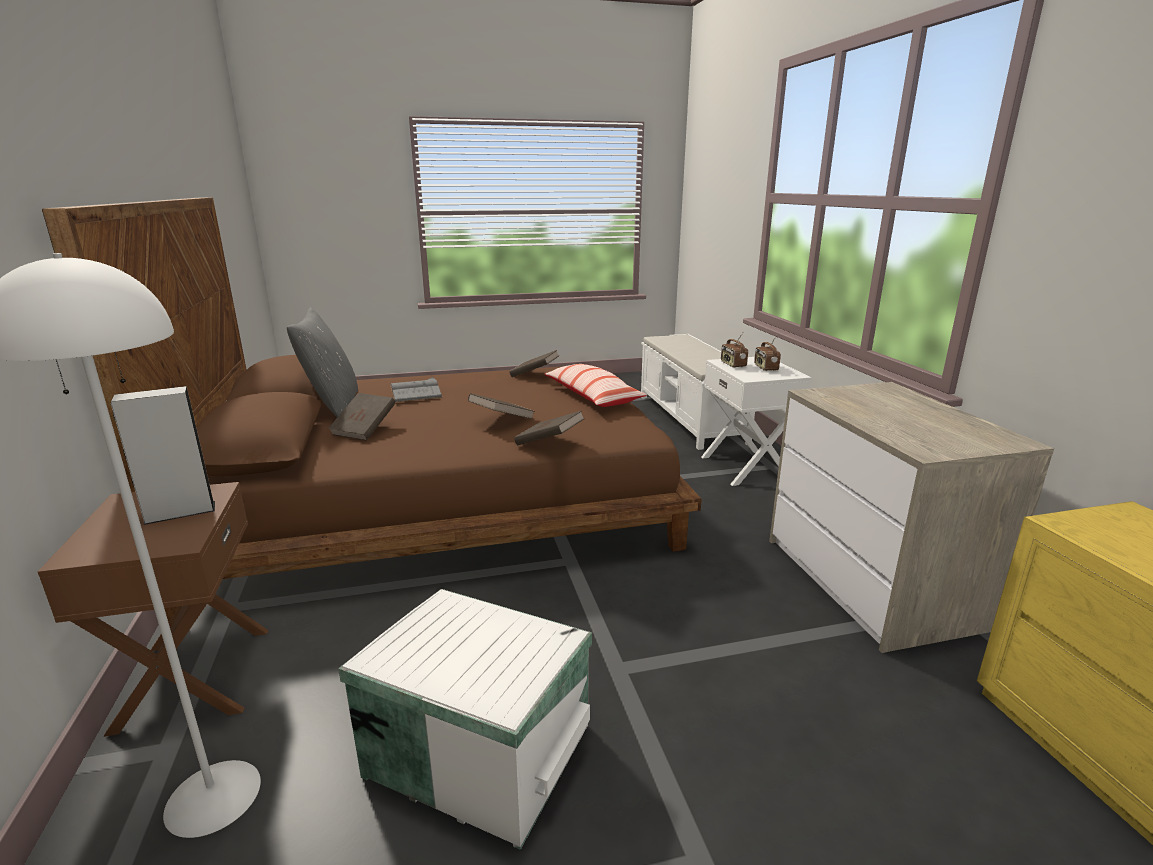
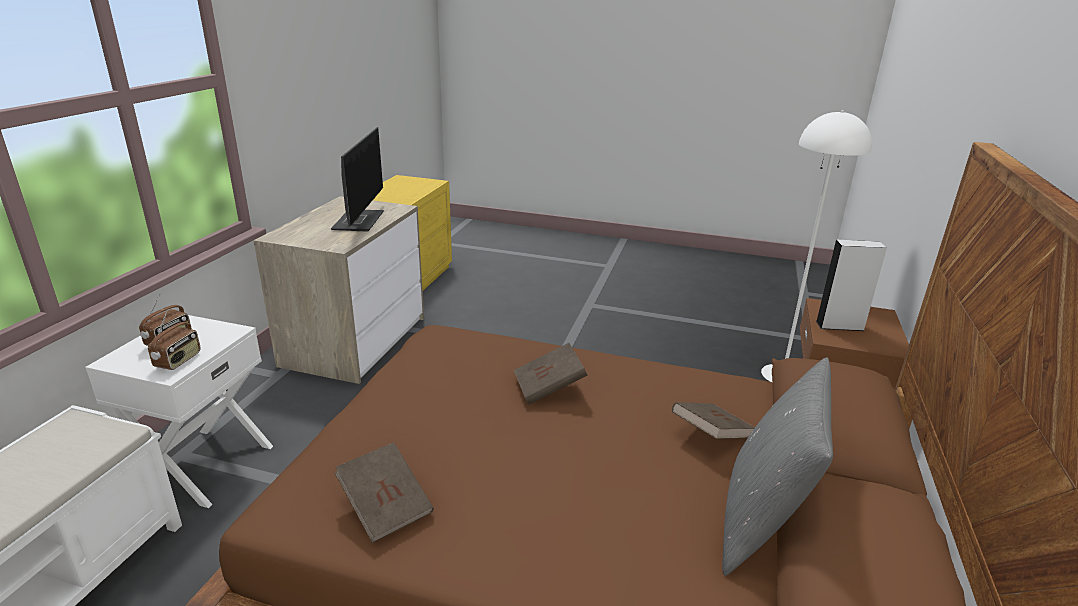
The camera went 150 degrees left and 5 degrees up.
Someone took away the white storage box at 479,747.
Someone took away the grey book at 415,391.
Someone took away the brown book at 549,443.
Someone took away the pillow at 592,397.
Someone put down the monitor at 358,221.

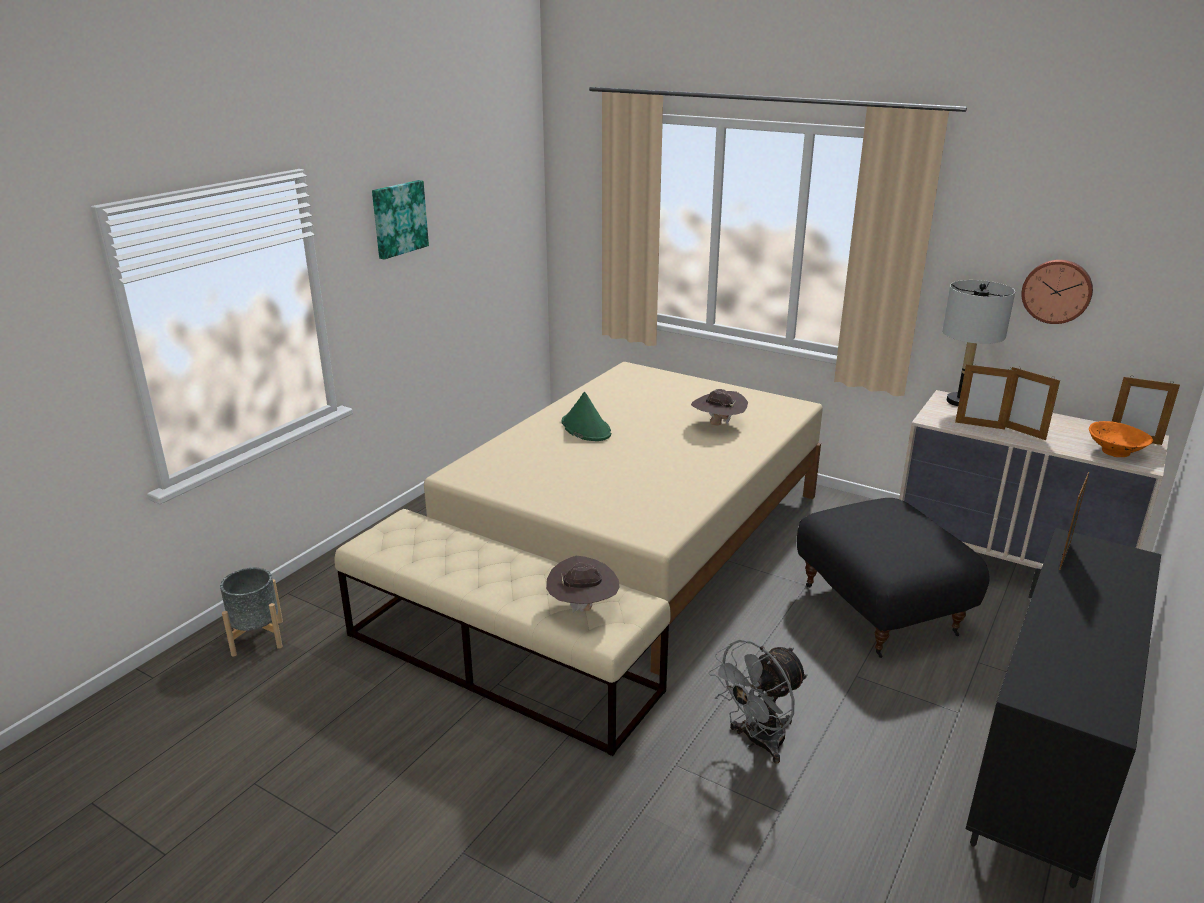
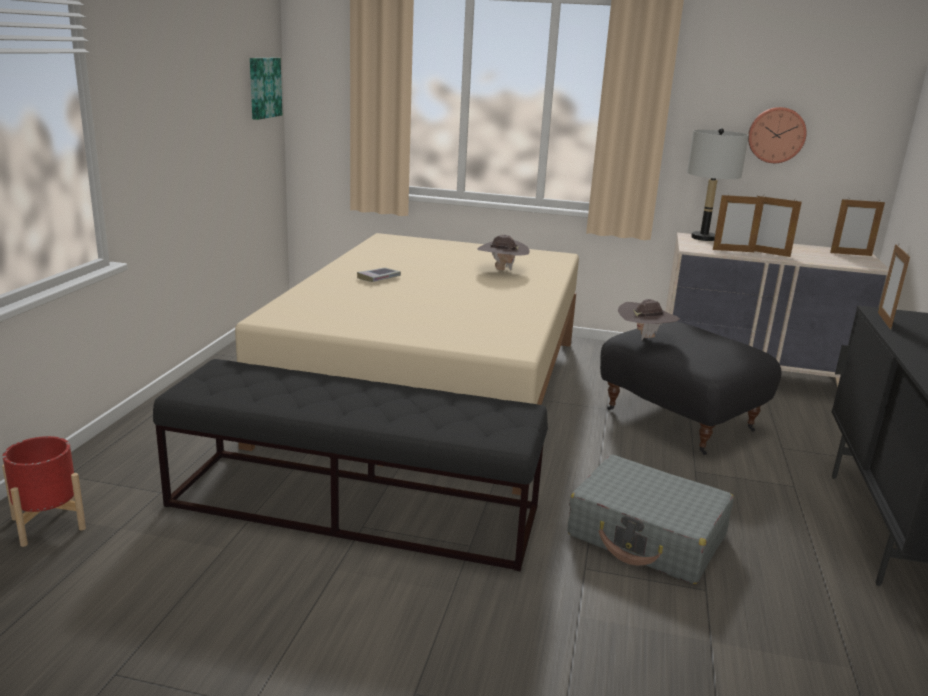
The camera went 20 degrees left and 5 degrees down.
Someone repainted the grey planter at 258,638, which became the red planter at 49,523.
Someone repainted the beige bench at 501,662, which became the black bench at 355,507.
Someone carried the picture from 398,218 to 263,87.
Someone carried the brown hat from 583,607 to 645,337.
Someone swapped the green hat at 585,428 for the book at 379,278.
Someone swapped the grey fan at 757,742 for the grey suitcase at 647,536.
Someone took away the orange bowl at 1114,452.

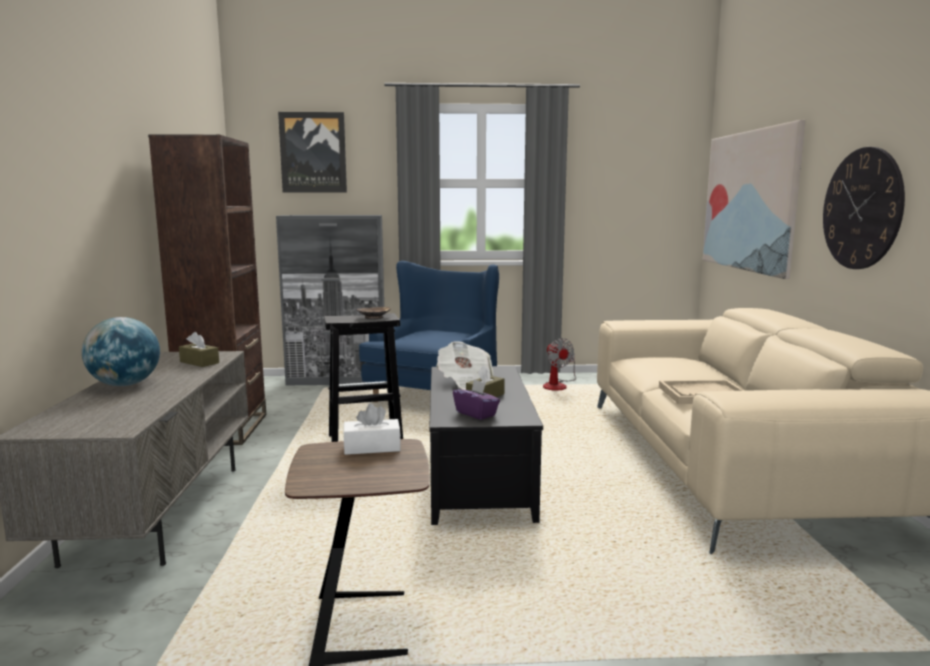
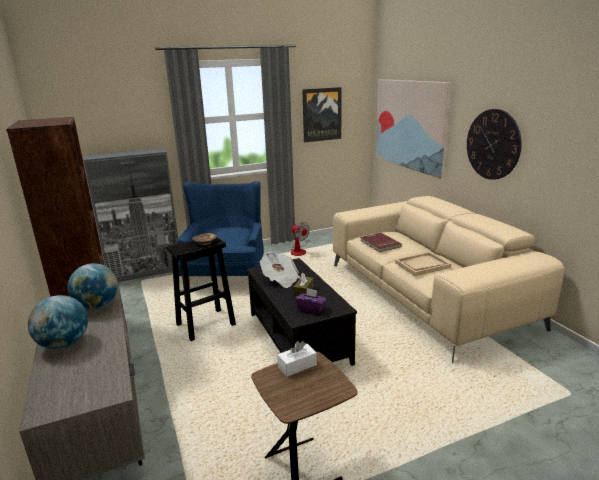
The camera went 20 degrees left and 10 degrees up.
Someone swapped the brown tissue box at 199,362 for the globe at 97,306.
Someone carried the picture from 313,152 to 321,114.
Someone put down the red book at 379,244.

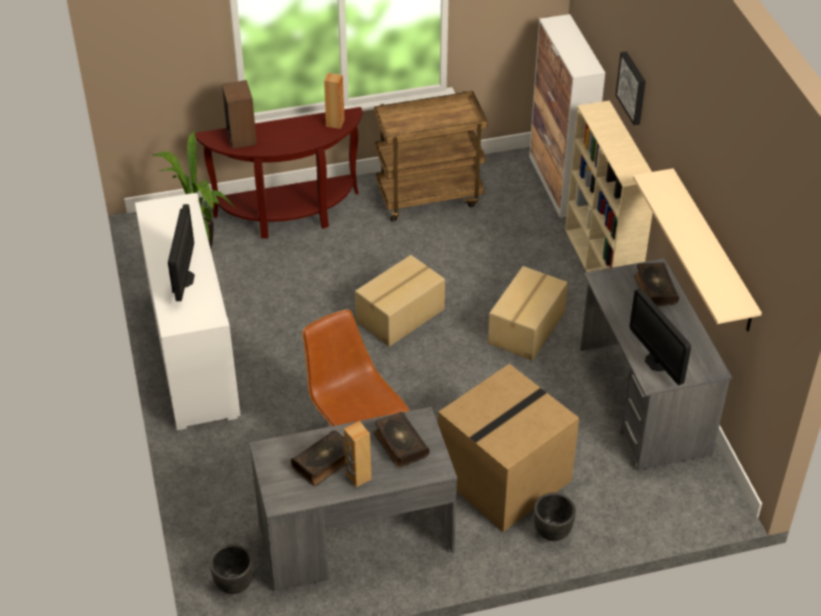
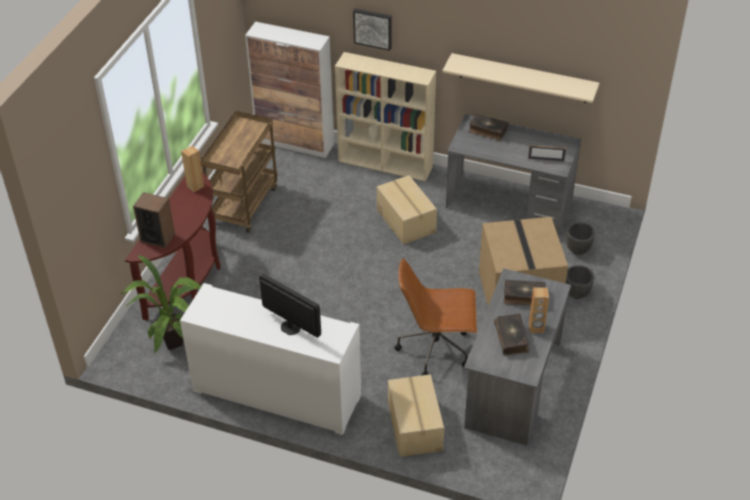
The camera went 55 degrees left and 0 degrees up.
Someone carried the black planter from 234,584 to 578,250.
Someone carried the cardboard box from 401,315 to 415,426.
Someone swapped the monitor at 657,362 for the picture frame at 546,159.

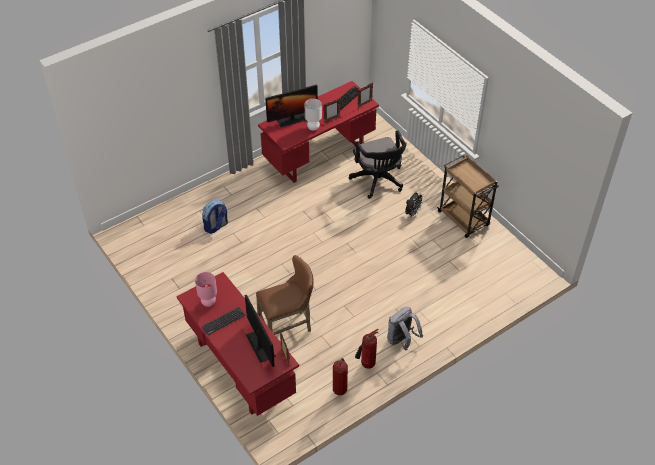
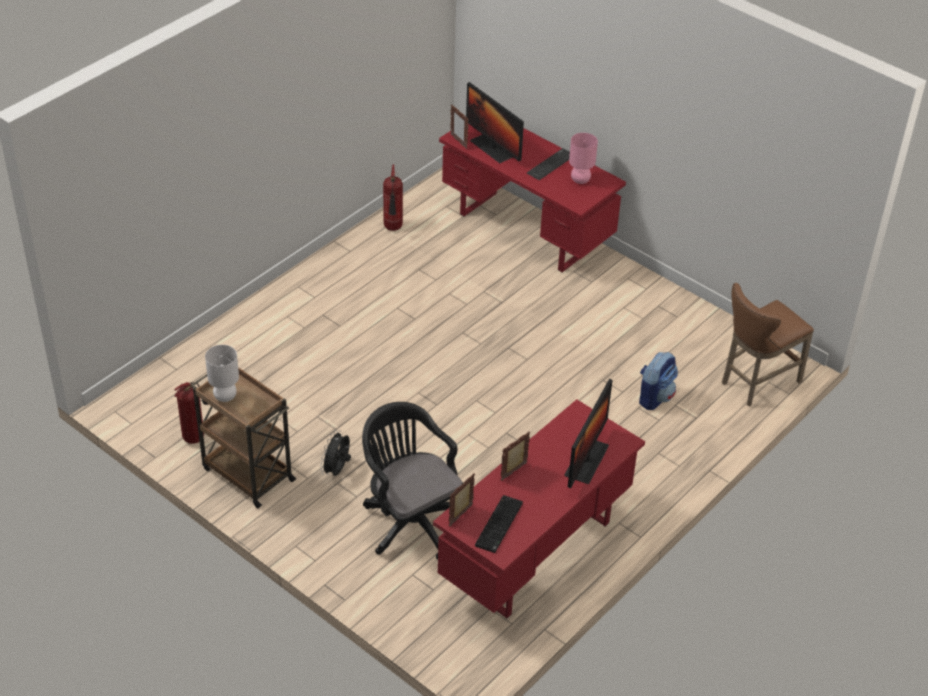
The camera went 165 degrees right and 5 degrees down.
Someone carried the brown stool from 288,327 to 756,382.
Someone rotated the monitor at 292,119 by 150 degrees clockwise.
Someone carried the white table lamp from 313,127 to 225,396.
Someone carried the fire extinguisher from 366,365 to 195,436.
Someone took away the grey backpack at 401,340.

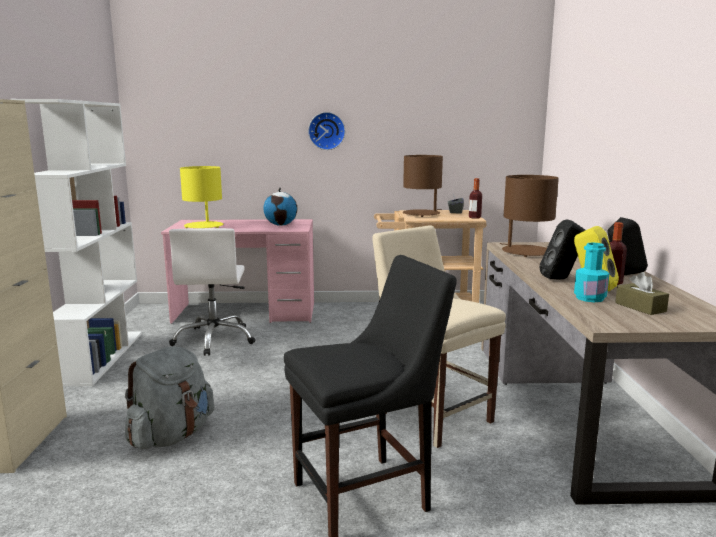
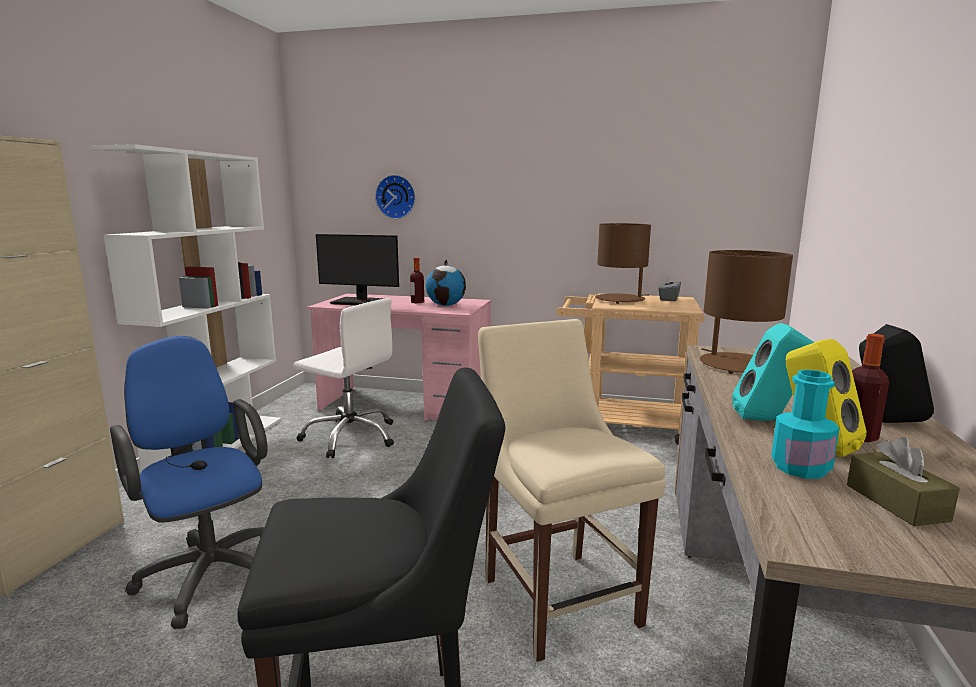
The camera went 15 degrees right and 0 degrees up.
Someone swapped the grey backpack at 172,436 for the blue office chair at 210,571.
Someone rotated the white office chair at 215,339 by 75 degrees counterclockwise.
Someone swapped the yellow table lamp at 204,226 for the monitor at 360,302.
Someone carried the wall clock from 326,131 to 396,197.
Someone carried the bottle from 474,217 to 417,302.
Someone repainted the black speaker at 561,279, which became the turquoise speaker at 768,420.

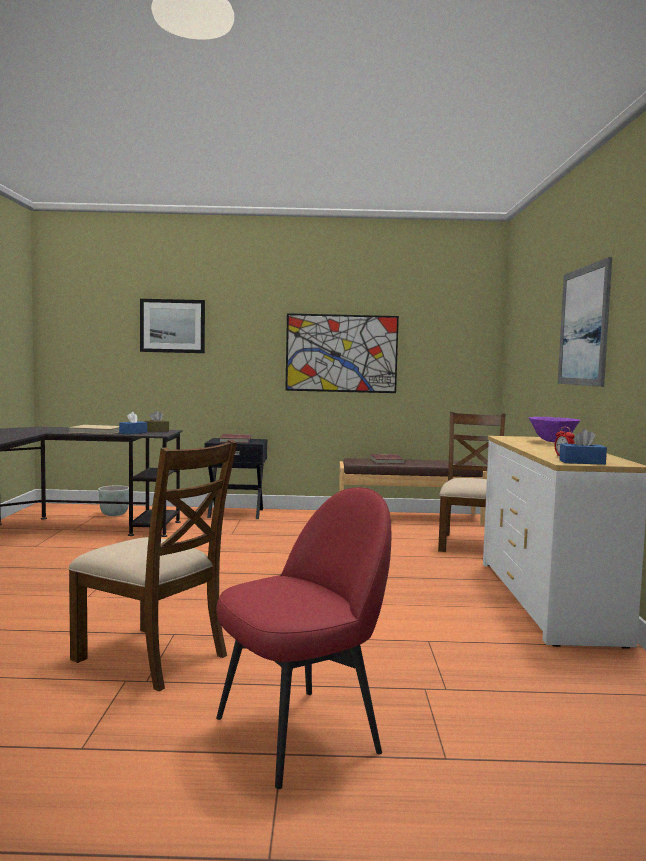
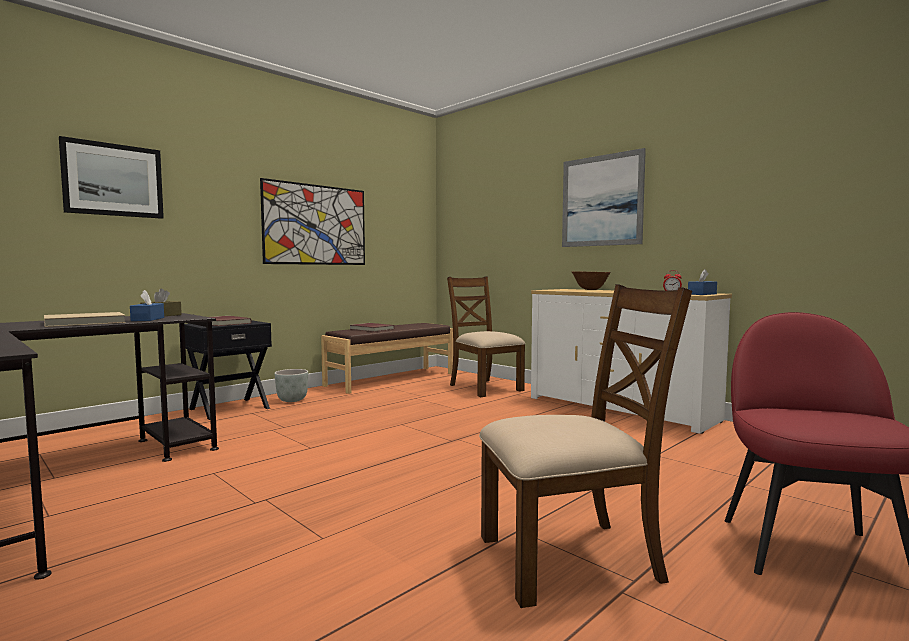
The camera went 45 degrees left and 0 degrees up.
Someone carried the grey planter from 114,514 to 292,400.
Someone repainted the purple bowl at 552,442, which became the brown bowl at 590,290.

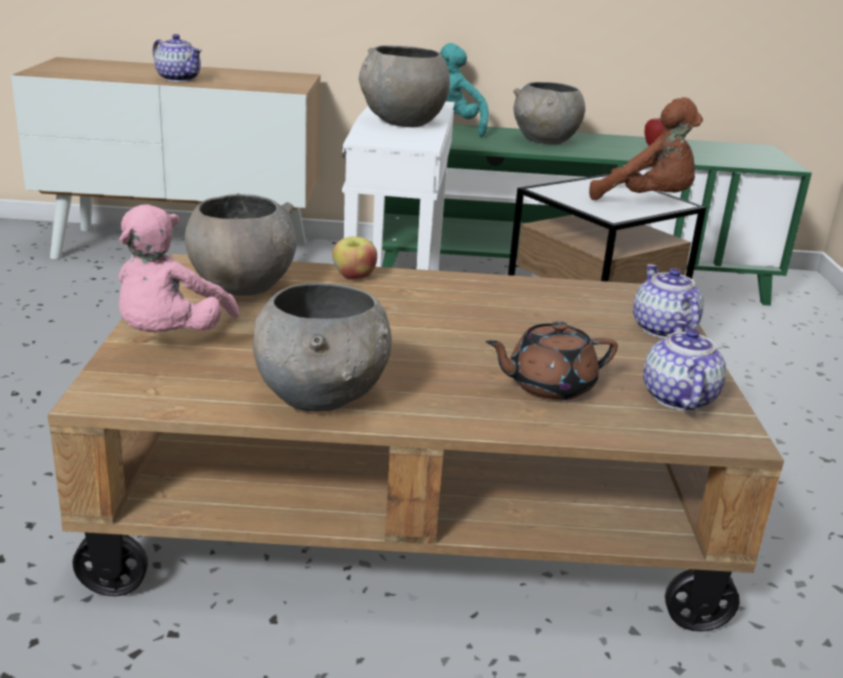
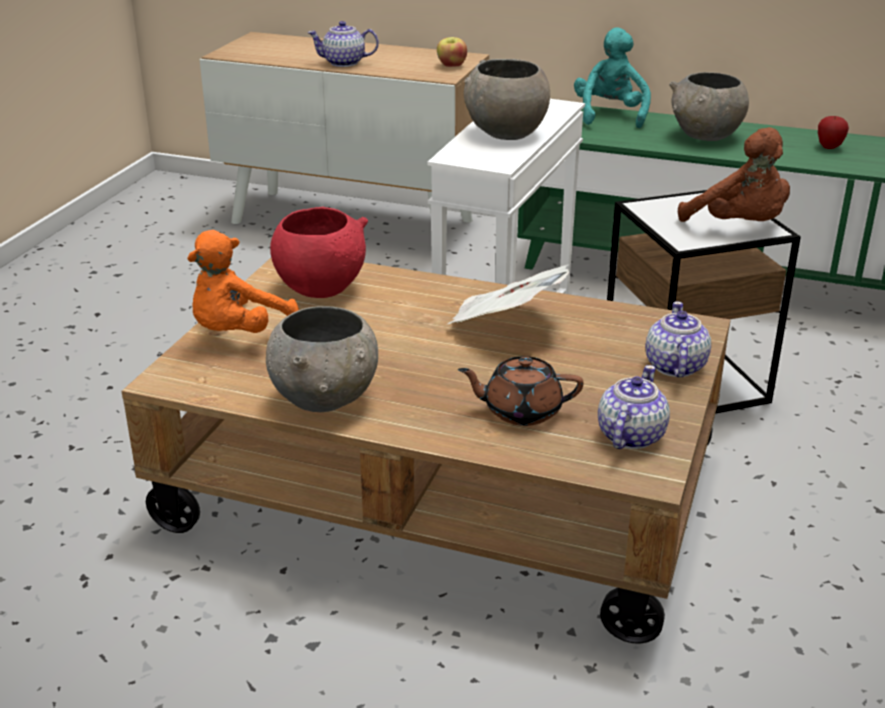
The camera went 20 degrees right and 5 degrees up.
Someone repainted the pink plush toy at 170,337, which became the orange plush toy at 238,333.
Someone rotated the teapot at 178,79 by 120 degrees clockwise.
Someone repainted the grey bowl at 241,285, which became the red bowl at 320,287.
Someone carried the apple from 354,276 to 451,65.
Someone put down the newspaper at 505,323.

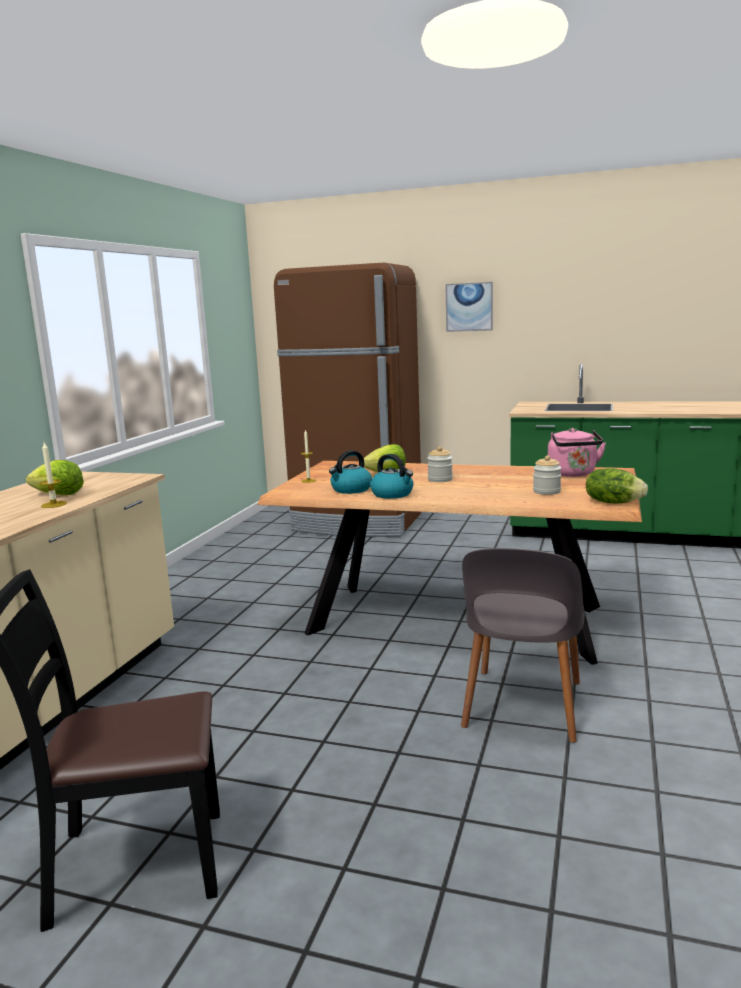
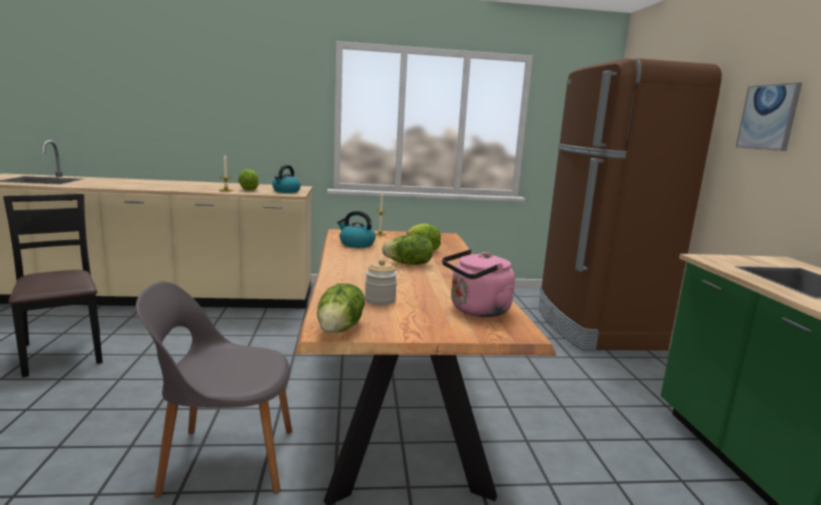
The camera went 65 degrees right and 0 degrees up.
Someone carried the kettle from 393,494 to 286,191.
Someone swapped the jar at 440,479 for the lettuce at 408,264.

